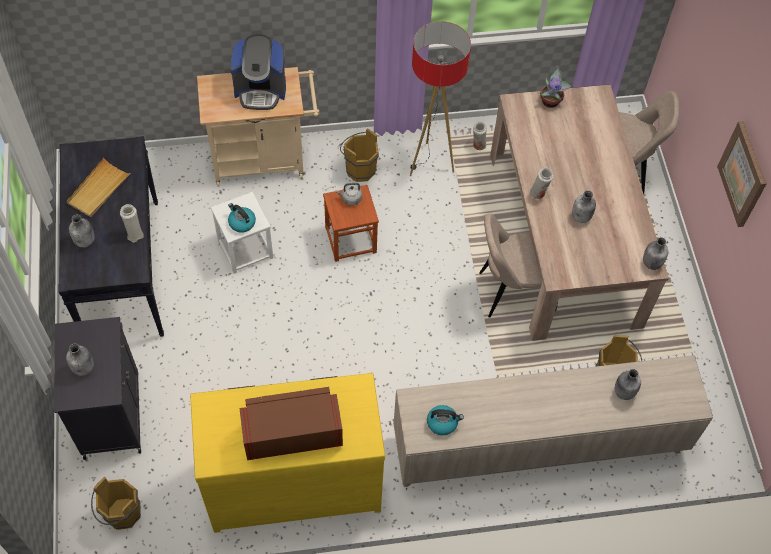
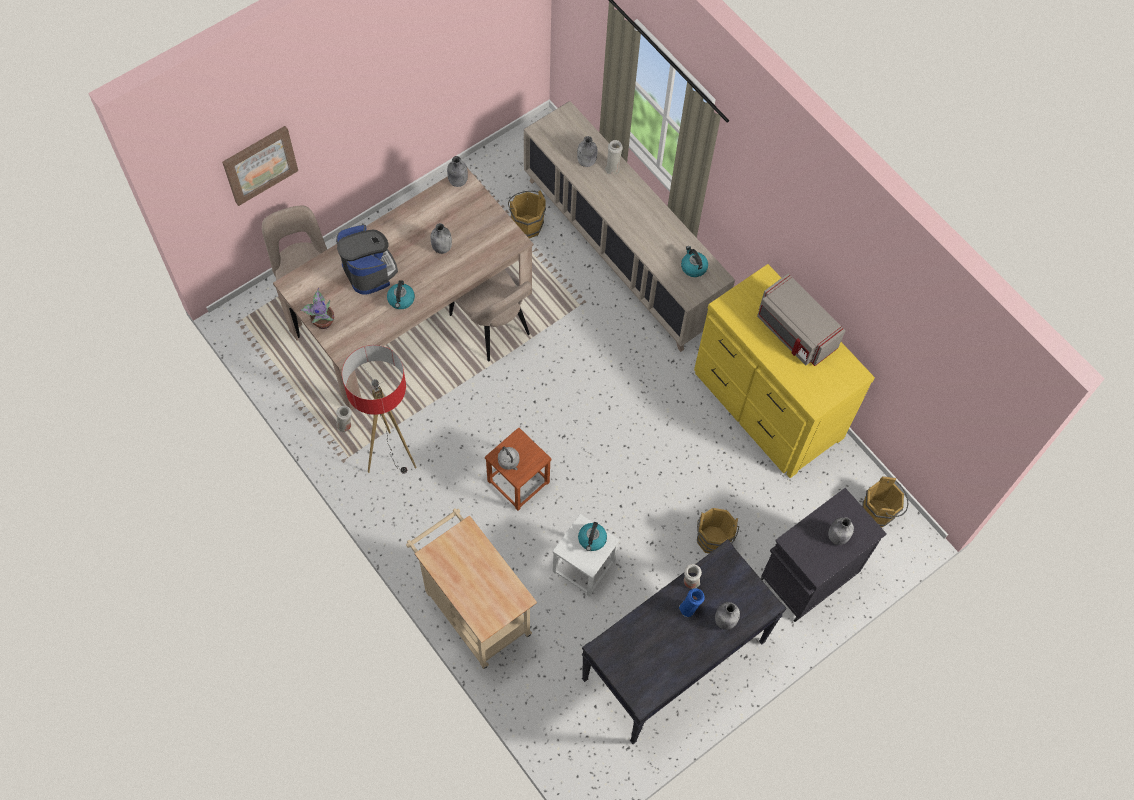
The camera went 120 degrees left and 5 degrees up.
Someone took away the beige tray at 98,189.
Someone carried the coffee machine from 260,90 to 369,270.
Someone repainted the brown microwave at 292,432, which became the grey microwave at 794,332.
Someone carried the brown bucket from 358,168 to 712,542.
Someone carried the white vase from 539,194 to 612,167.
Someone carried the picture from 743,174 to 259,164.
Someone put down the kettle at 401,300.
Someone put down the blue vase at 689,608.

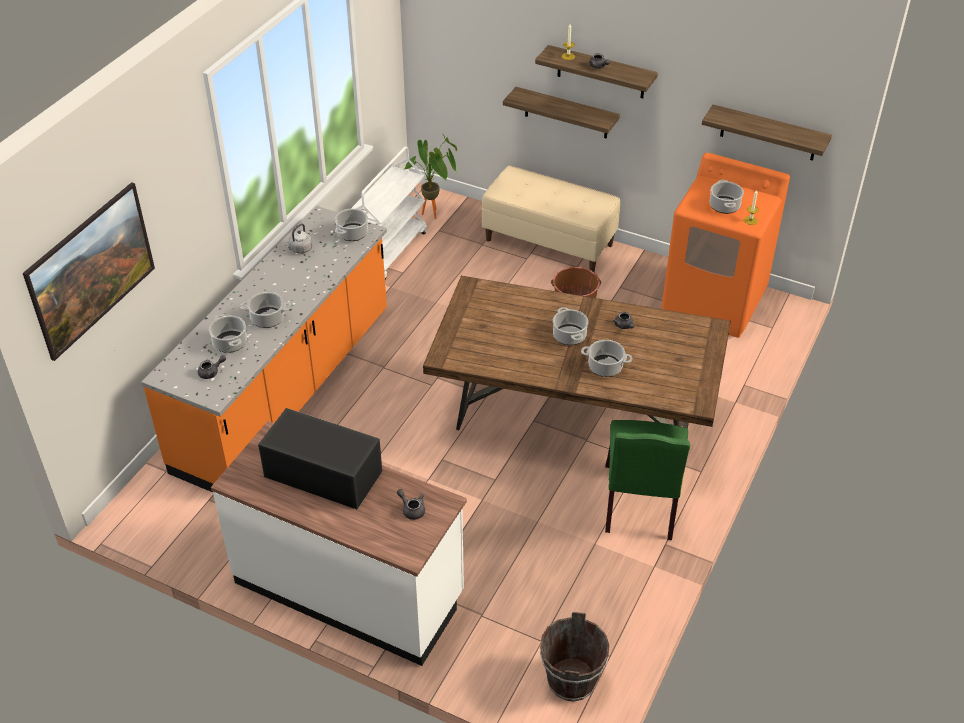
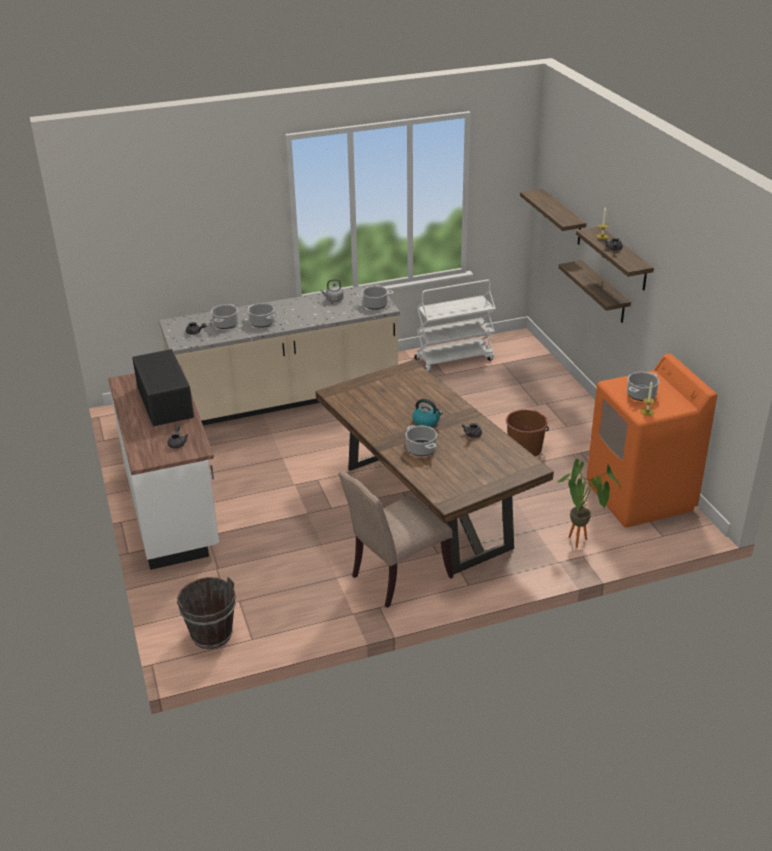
The camera went 45 degrees right and 10 degrees down.
Someone took away the picture at 97,291.
Someone repainted the orange counter at 286,391, which became the beige counter at 286,399.
Someone carried the potted plant from 435,214 to 580,544.
Someone took away the beige bench at 549,242.
Someone swapped the cooking pot at 569,336 for the kettle at 426,421.
Someone repainted the green chair at 640,506, which became the beige chair at 397,577.
Someone carried the shelf from 768,133 to 562,217.

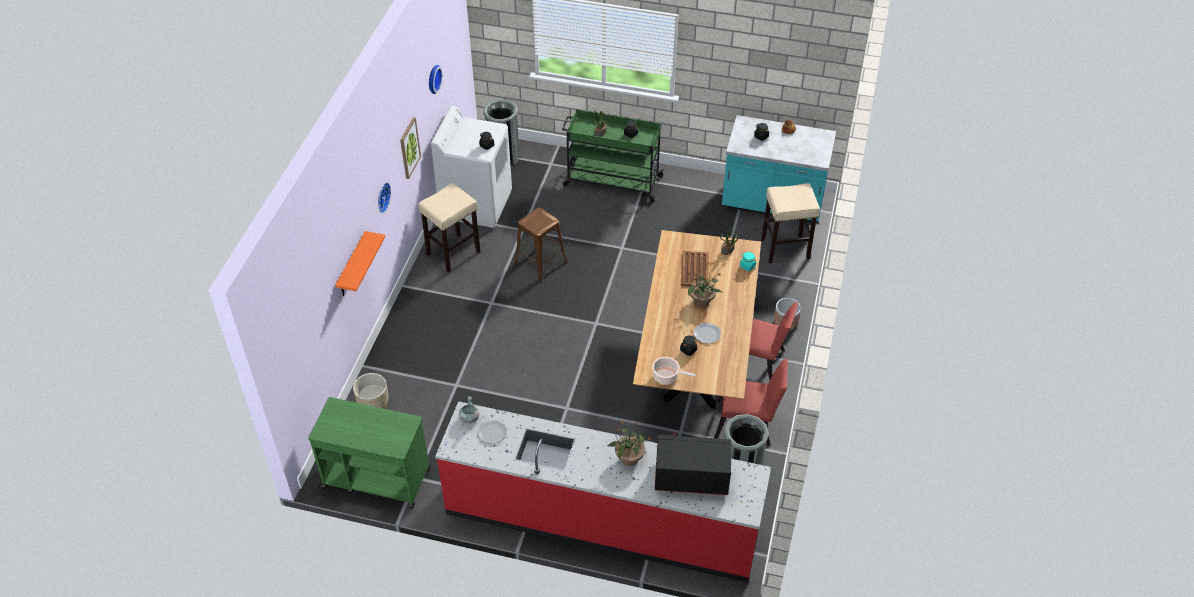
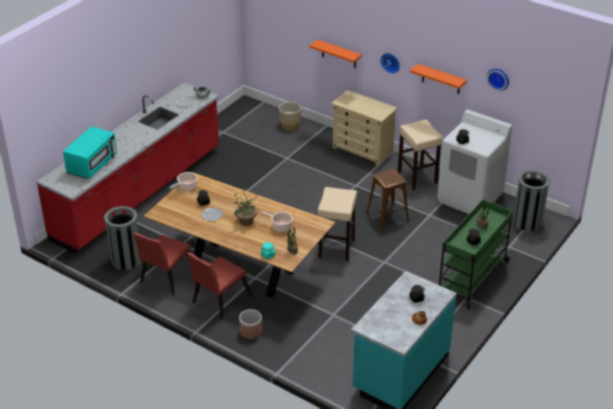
The camera went 110 degrees right and 10 degrees down.
Someone took away the green cart at 376,477.
Someone swapped the picture at 409,148 for the orange shelf at 441,79.
Someone took away the potted plant at 628,458.
Someone repainted the black microwave at 691,478, which became the turquoise microwave at 92,165.
Someone swapped the brown tray at 694,270 for the cooking pot at 280,226.
Someone carried the beige stool from 785,248 to 336,248.
Someone put down the beige dresser at 363,149.

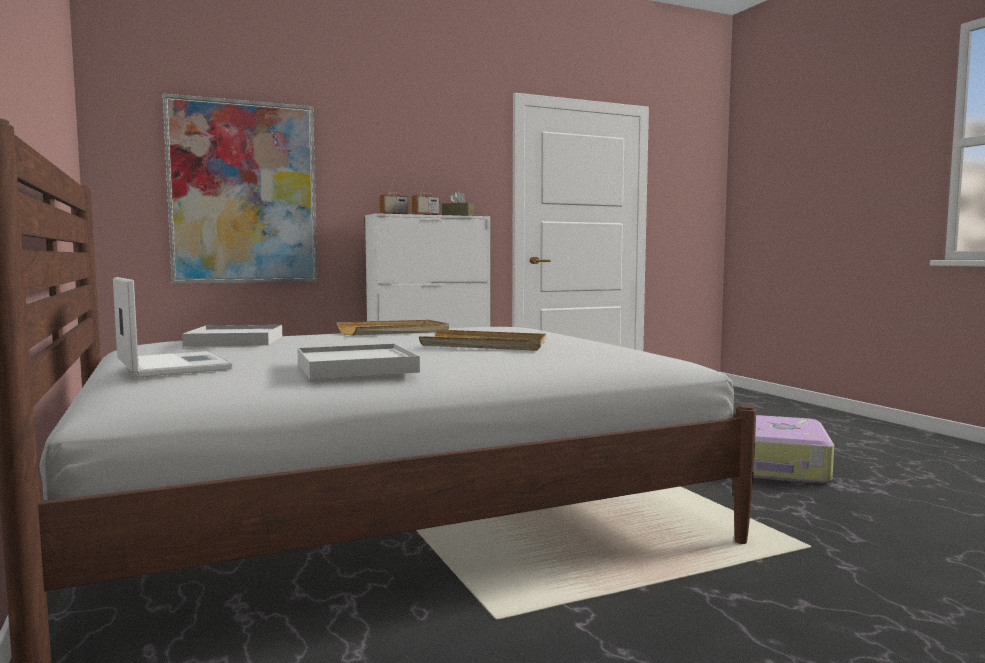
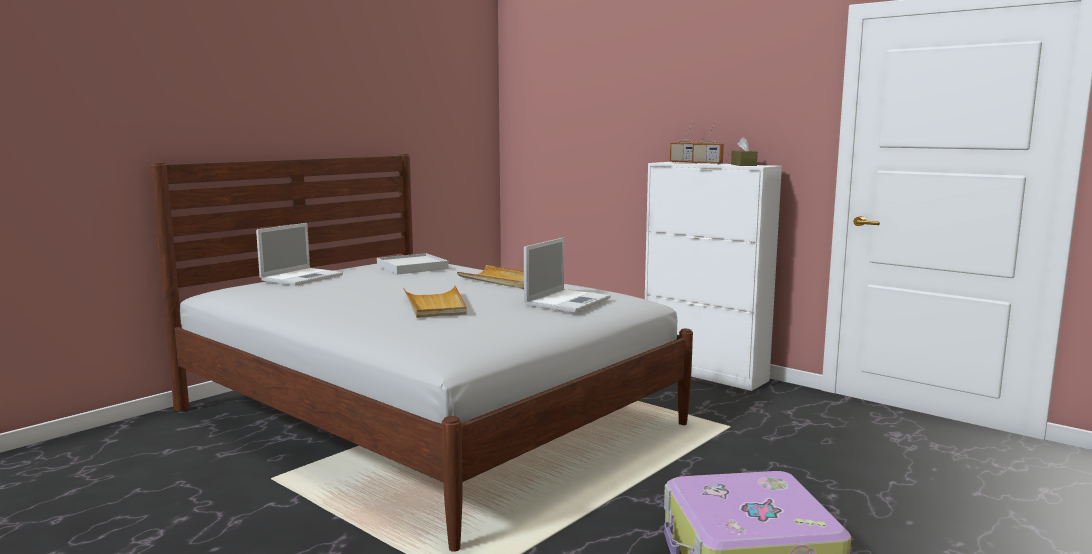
The camera went 65 degrees right and 5 degrees up.
Someone took away the picture at 243,193.
Someone took away the white tray at 356,367.
Someone put down the laptop at 568,301.

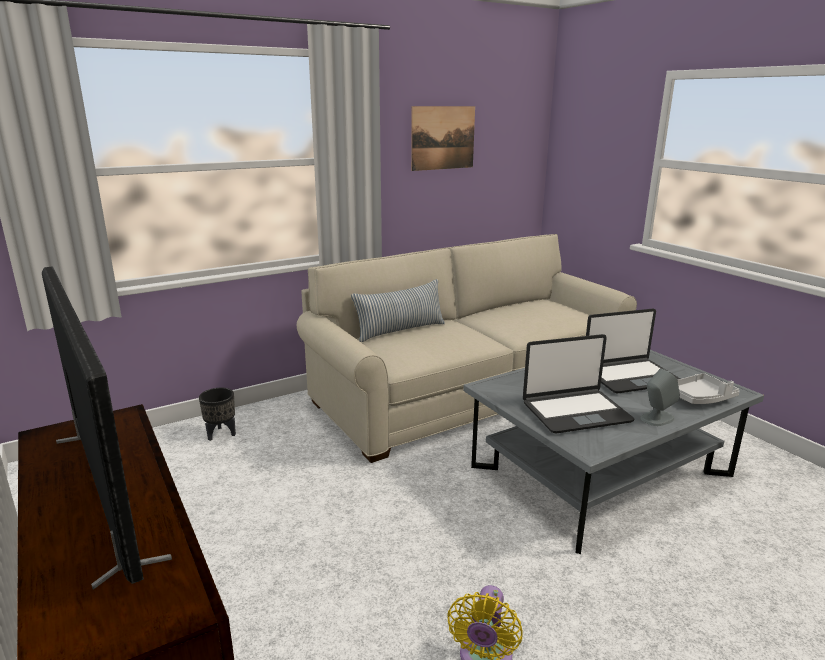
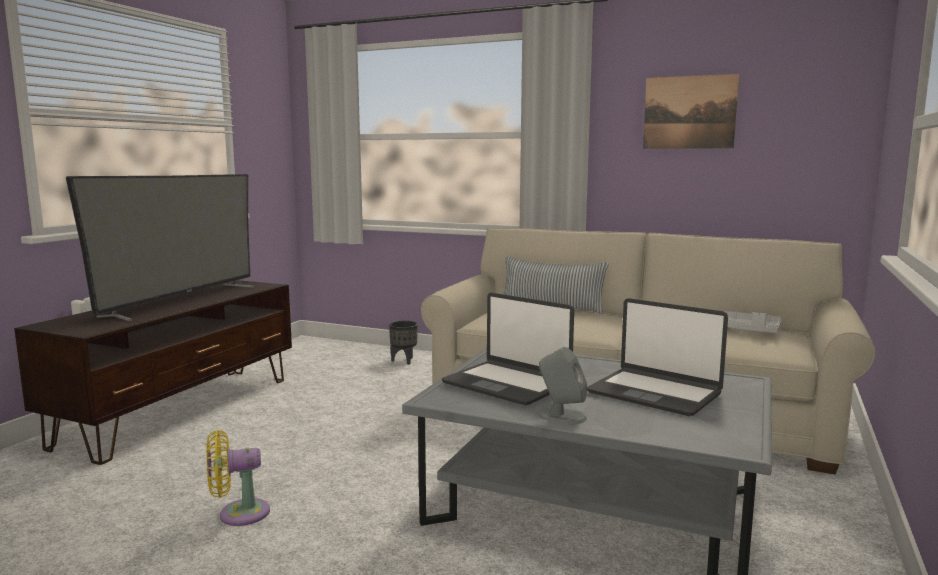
The camera went 55 degrees right and 10 degrees down.
Someone carried the grey tray from 700,397 to 749,330.

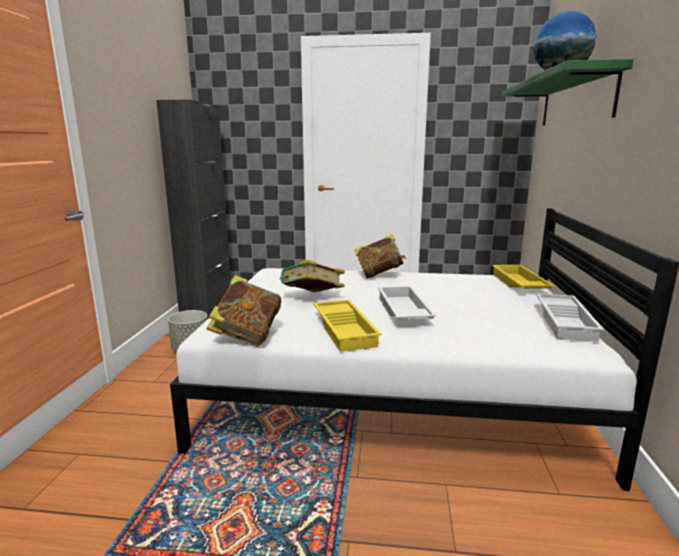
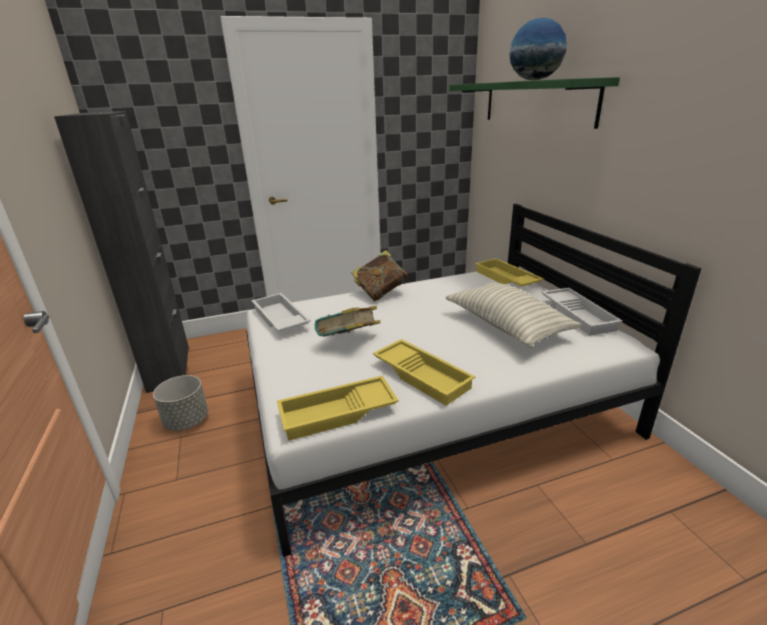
The camera went 25 degrees left and 10 degrees up.
Someone swapped the book at 247,336 for the yellow tray at 337,414.
Someone carried the white tray from 402,311 to 279,319.
Someone put down the pillow at 507,326.

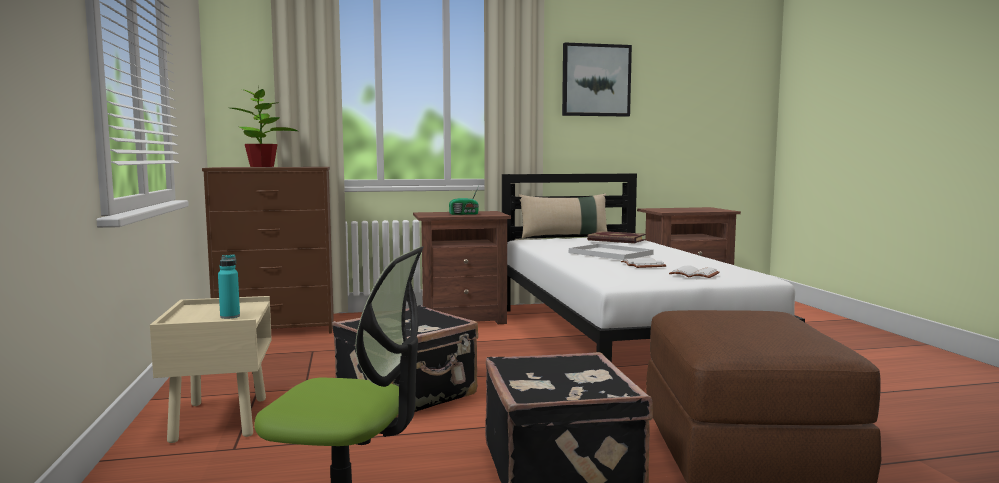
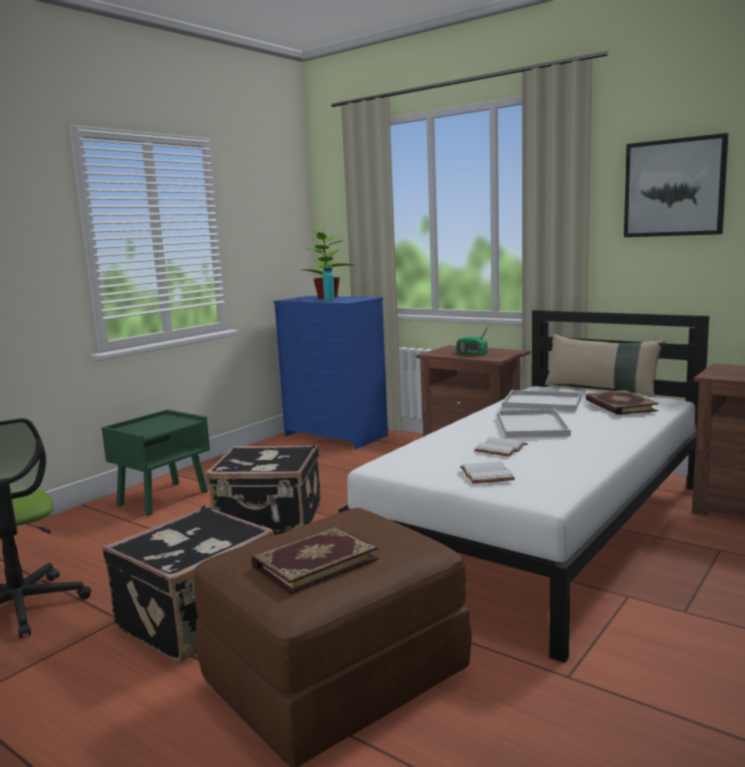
The camera went 50 degrees right and 5 degrees up.
Someone repainted the beige nightstand at 220,419, which became the green nightstand at 163,498.
Someone repainted the brown dresser at 278,328, which became the blue dresser at 336,435.
Someone carried the turquoise bottle from 230,316 to 329,301.
Someone put down the book at 314,562.
Someone put down the white tray at 544,402.

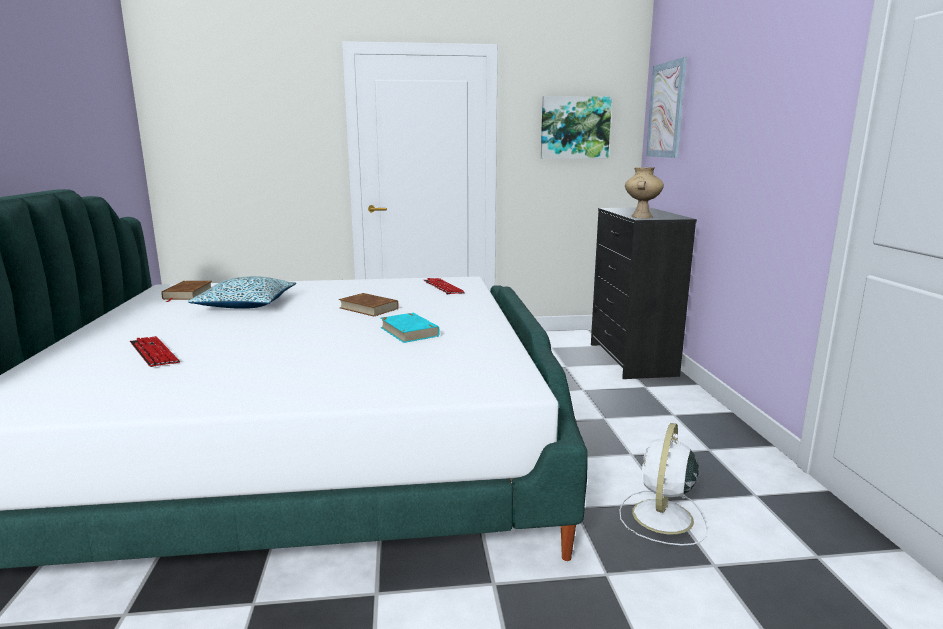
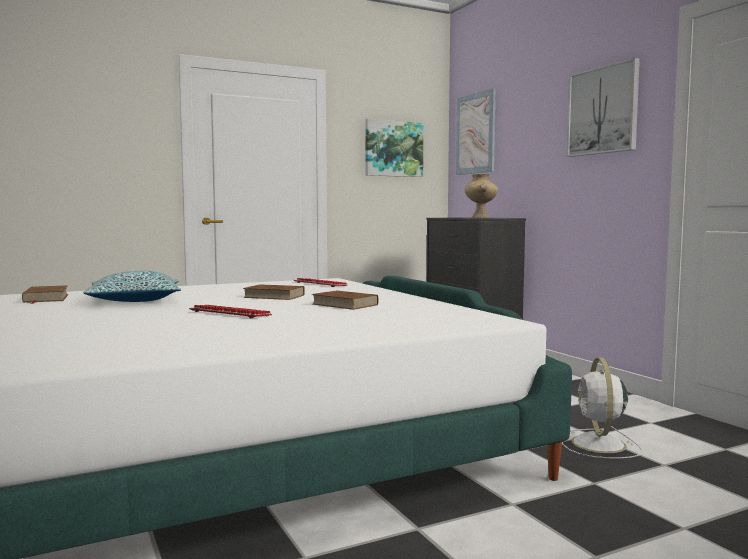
The camera went 20 degrees left and 10 degrees down.
Someone carried the keyboard from 154,353 to 229,313.
Someone repainted the turquoise book at 409,331, which became the brown book at 344,304.
Someone put up the picture at 603,110.

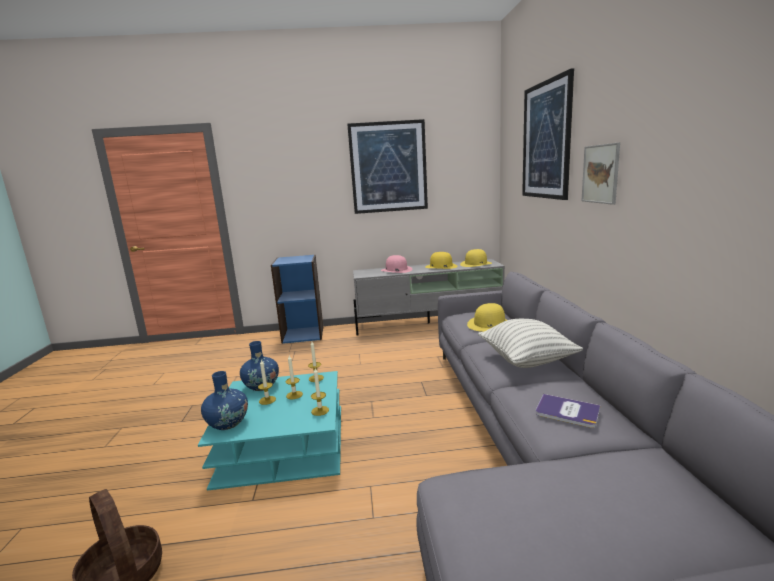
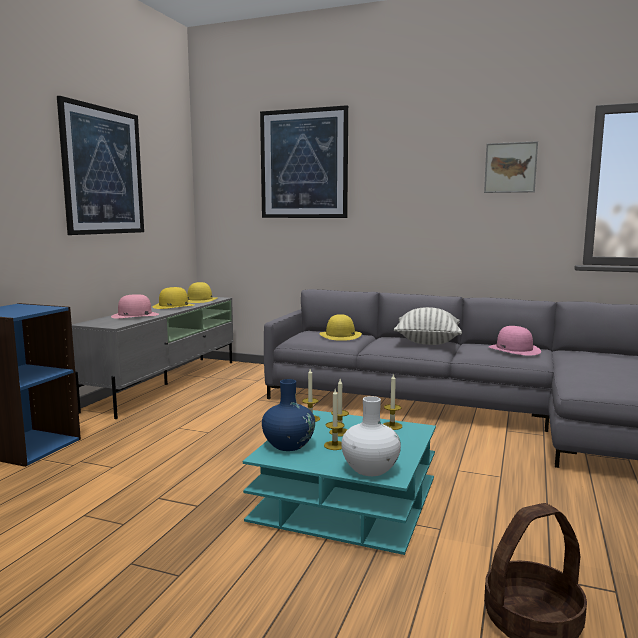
The camera went 65 degrees left and 5 degrees down.
Someone repainted the blue vase at 228,423, which became the white vase at 370,469.
Someone swapped the book at 567,411 for the pink hat at 514,349.
Someone carried the picture from 600,174 to 510,167.

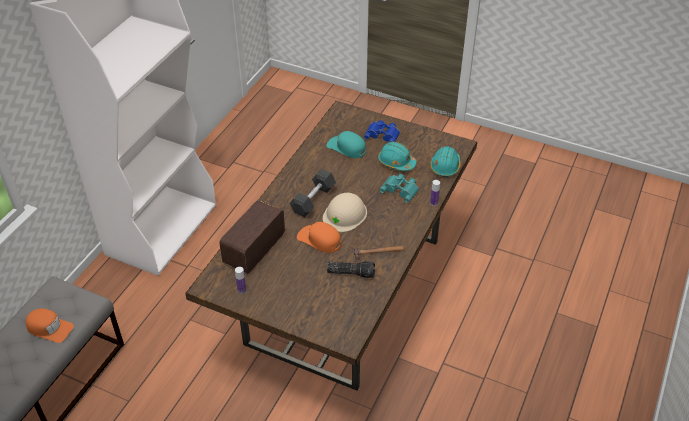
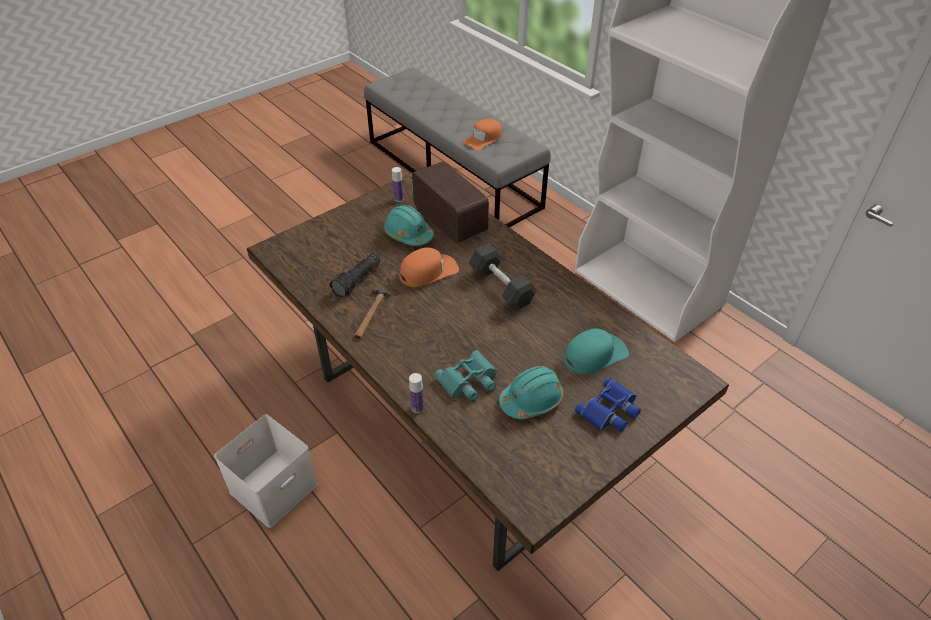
The camera went 115 degrees right and 0 degrees up.
Someone took away the beige hard hat at 345,214.
Someone carried the turquoise hard hat from 445,166 to 408,234.
Someone put down the white storage box at 273,489.

